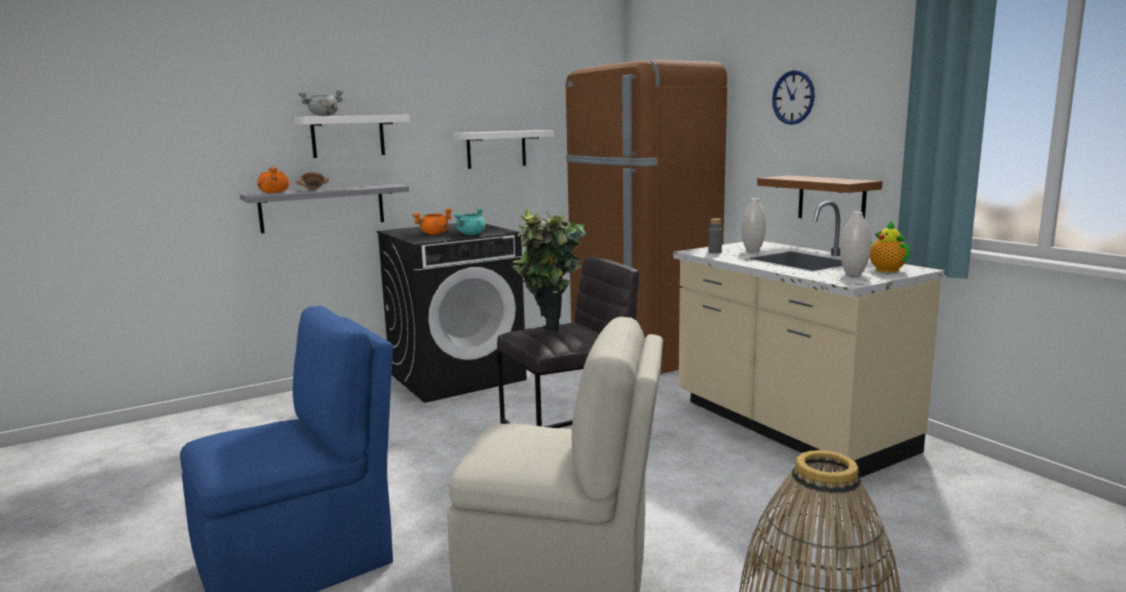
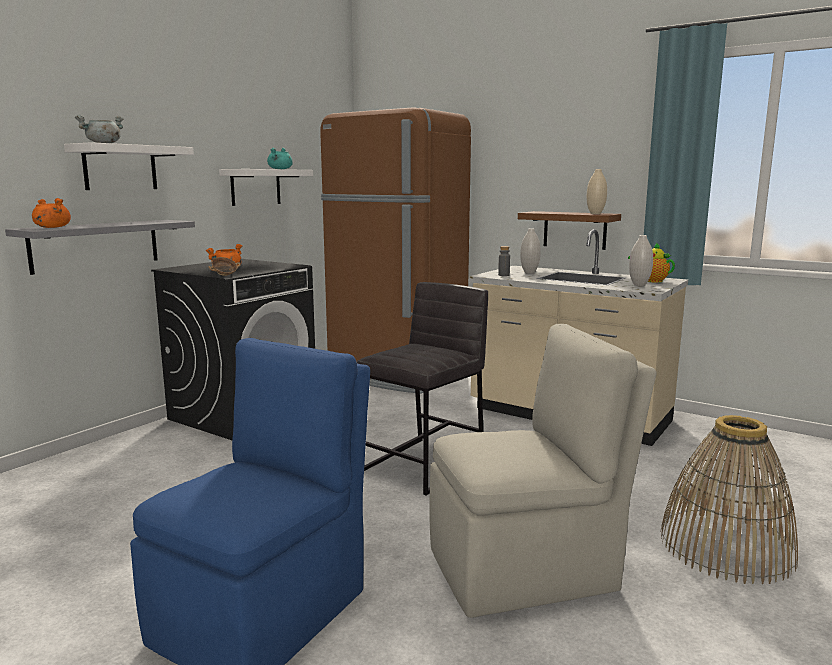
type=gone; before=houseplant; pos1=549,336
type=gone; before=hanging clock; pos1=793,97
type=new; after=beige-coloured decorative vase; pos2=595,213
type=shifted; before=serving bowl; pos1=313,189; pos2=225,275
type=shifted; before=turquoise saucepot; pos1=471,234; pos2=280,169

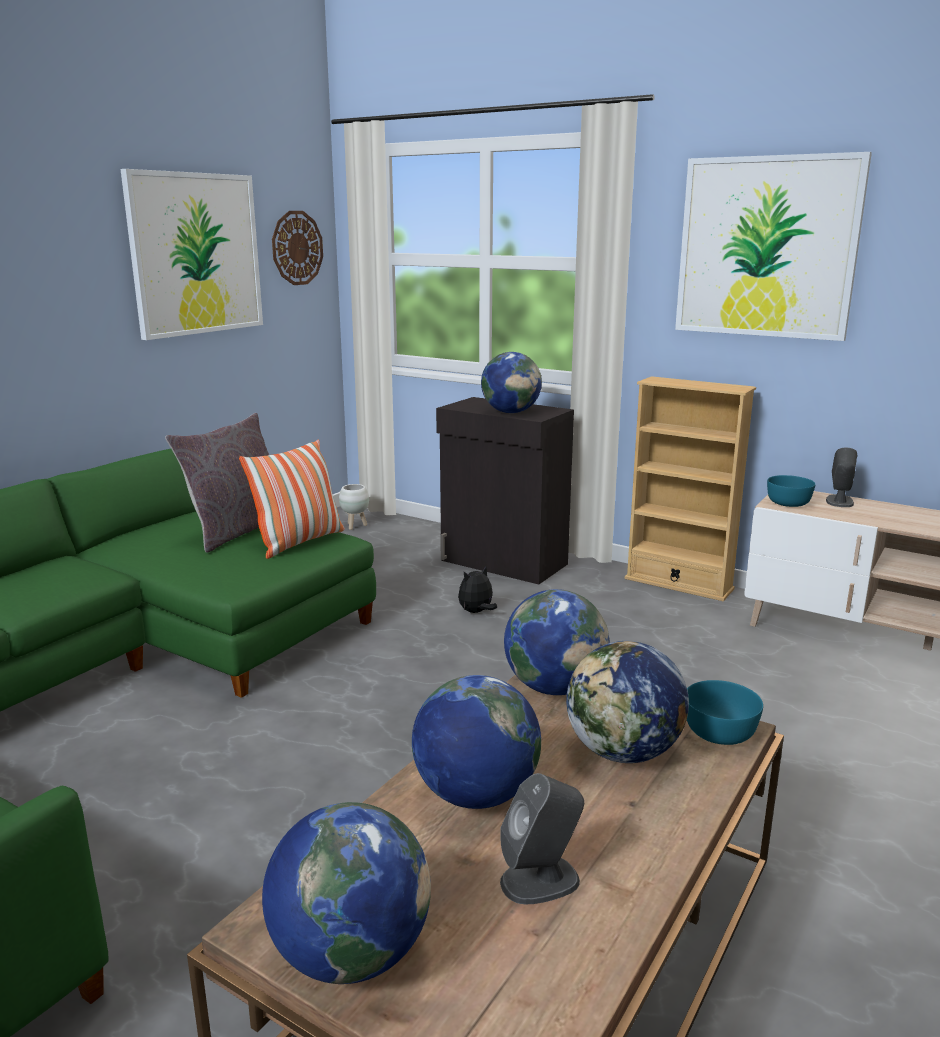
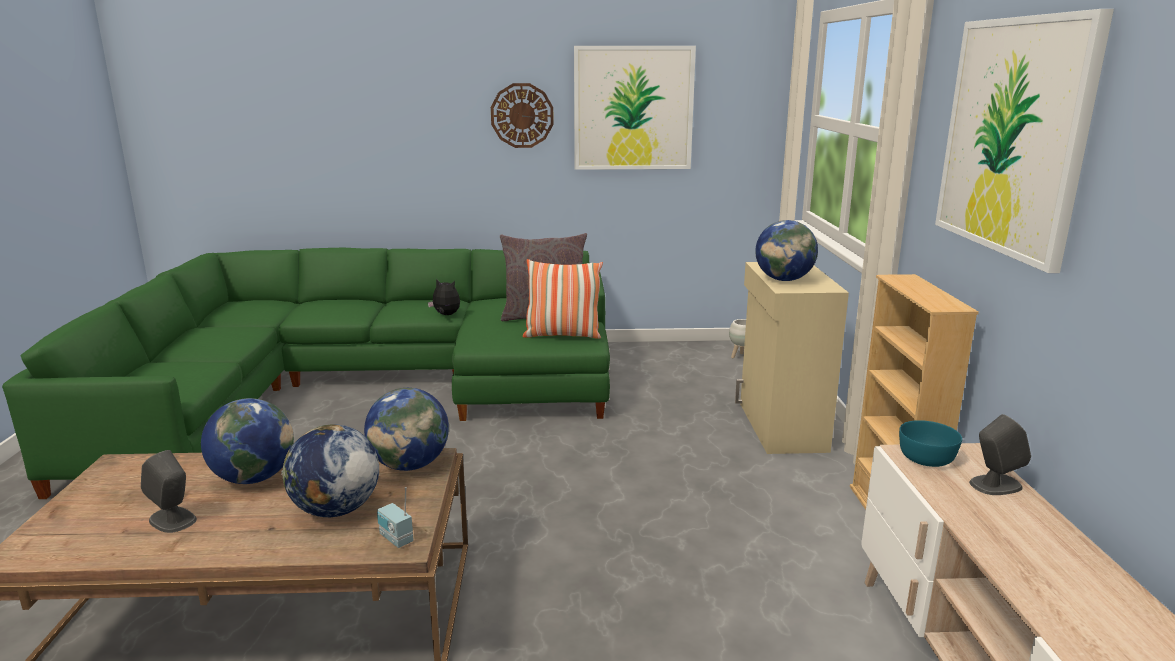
type=gone; before=world globe; pos1=351,954
type=shifted; before=hanging clock; pos1=297,248; pos2=522,115
type=shifted; before=plush toy; pos1=476,612; pos2=446,315
type=swapped; before=turquoise serving bowl; after=radio receiver; pos1=719,731; pos2=395,539
type=repainted; before=black cabinet; after=beige-coloured cabinet; pos1=503,563; pos2=780,427

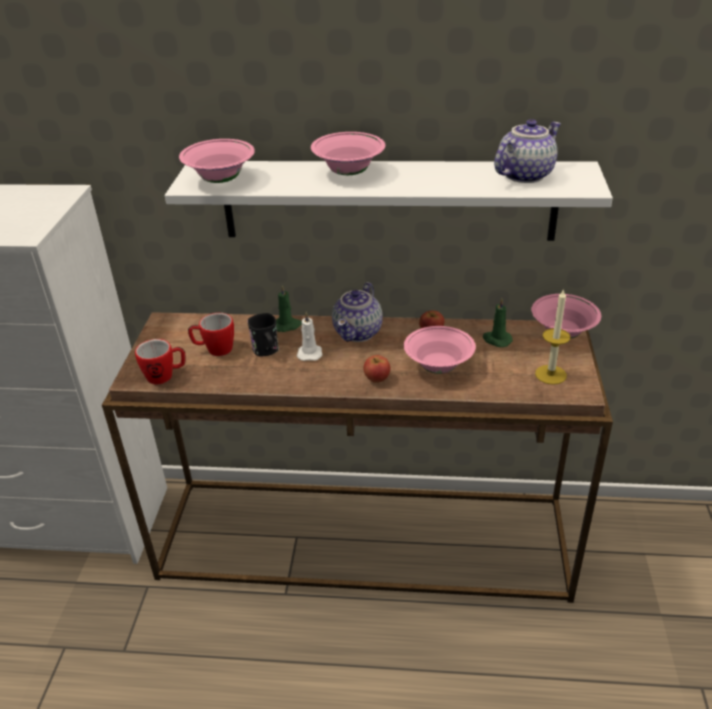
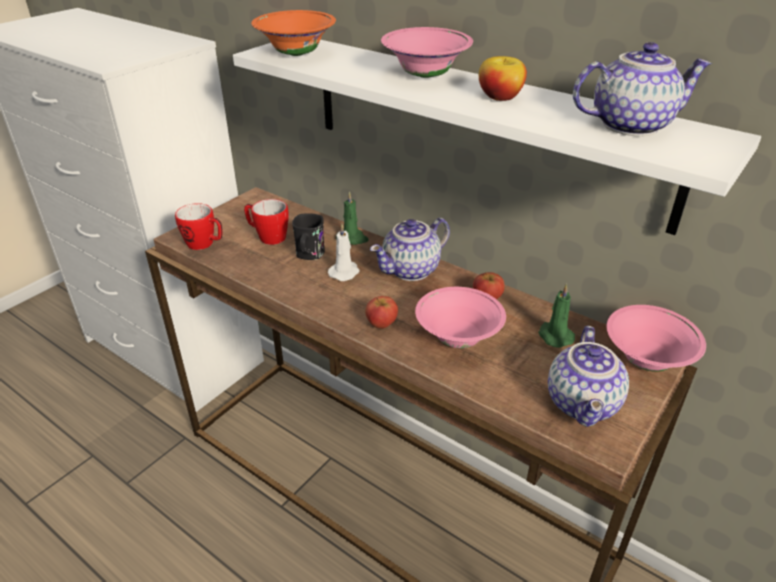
type=new; after=whole apple; pos2=500,97
type=swapped; before=wax light; after=tea pot; pos1=550,374; pos2=584,404
type=repainted; before=pinkish serving bowl; after=orange-coloured serving bowl; pos1=221,180; pos2=296,54

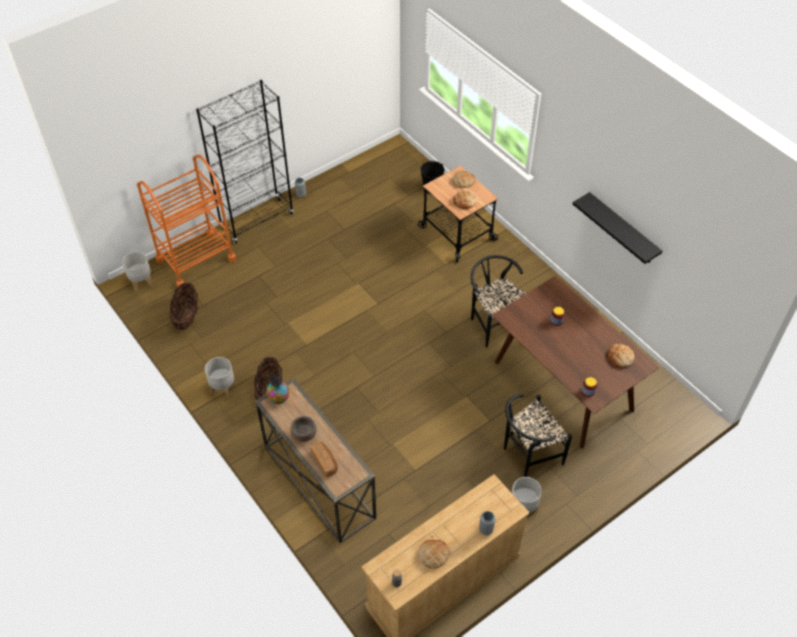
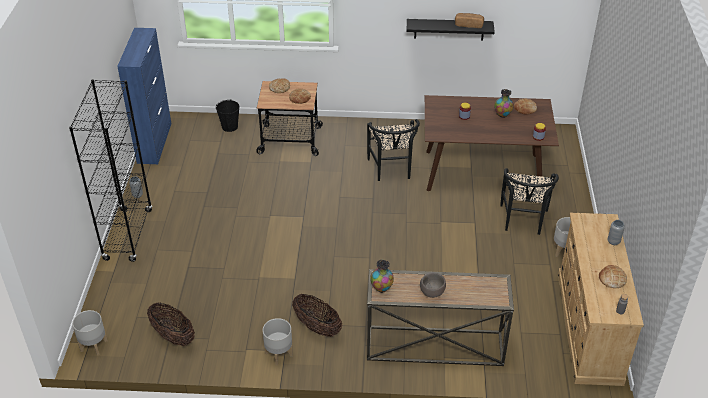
type=gone; before=orange-coloured wheeled cart; pos1=196,259
type=new; after=bluish cabinet; pos2=154,142
type=new; after=decorative vase; pos2=502,115
type=shifted; before=bakery bread; pos1=325,462; pos2=469,25
type=rotated; before=black chair; pos1=493,322; pos2=392,171; turn=-105

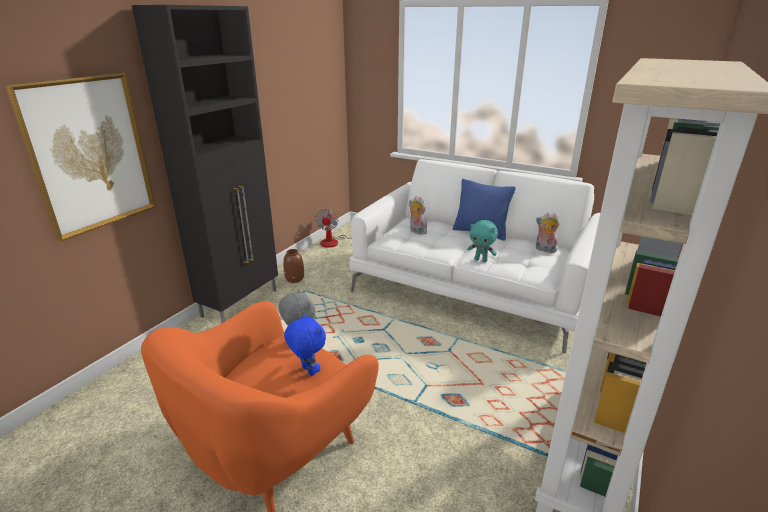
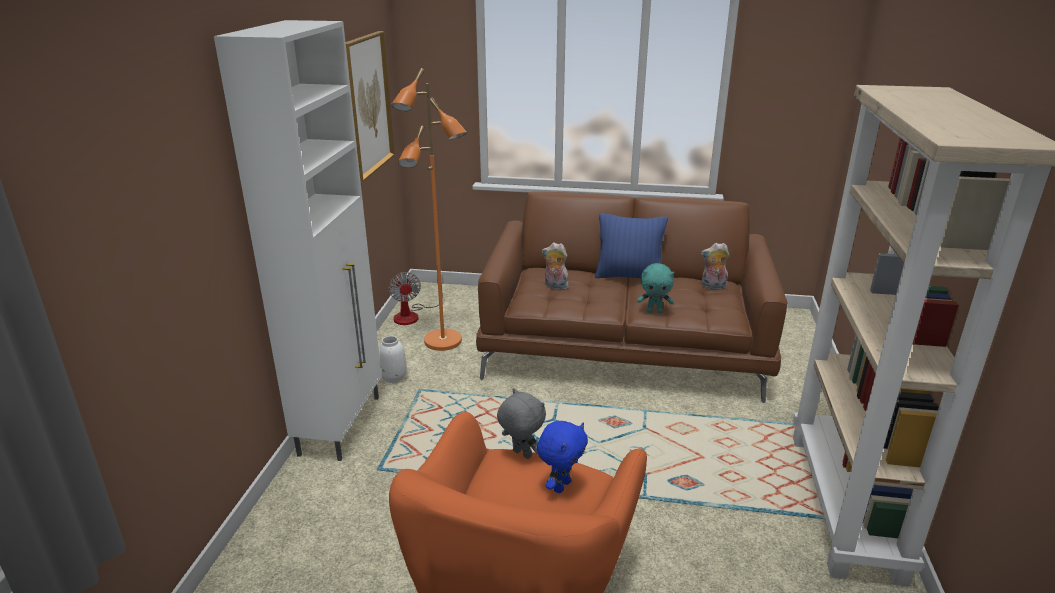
type=new; after=orange-coloured floor lamp; pos2=443,341
type=shifted; before=wall art; pos1=89,154; pos2=368,104
type=repainted; before=black cabinet; after=whitish cabinet; pos1=241,302; pos2=342,424
type=repainted; before=brown decorative vase; after=whitish decorative vase; pos1=295,279; pos2=393,377
type=repainted; before=whitish couch; after=brown couch; pos1=474,288; pos2=625,346
type=rotated; before=bluish plush toy; pos1=307,371; pos2=561,486; turn=90

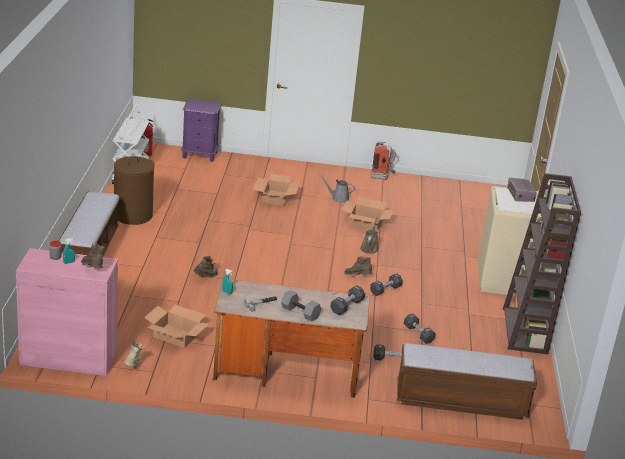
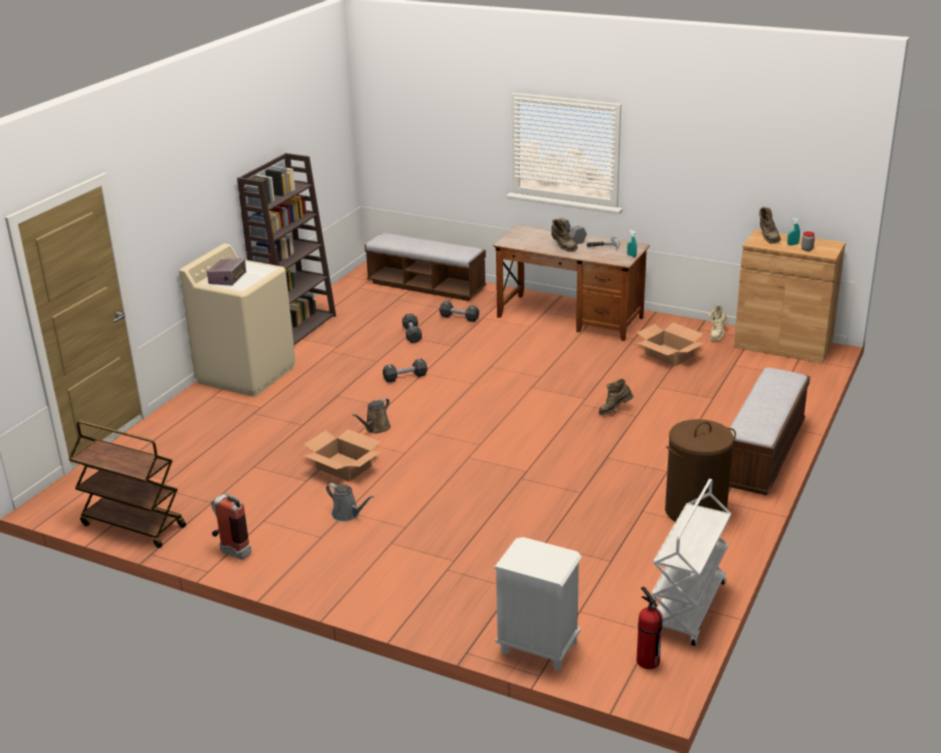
type=gone; before=packing box; pos1=276,198
type=gone; before=black free weight; pos1=347,306
type=new; after=brown wheeled cart; pos2=132,526
type=shifted; before=brown tall boot; pos1=358,277; pos2=563,247
type=repainted; before=pinkish cabinet; after=brown cabinet; pos1=68,358; pos2=782,346
type=repainted; before=purple-coloured bedside table; after=whitish bedside table; pos1=199,155; pos2=538,647

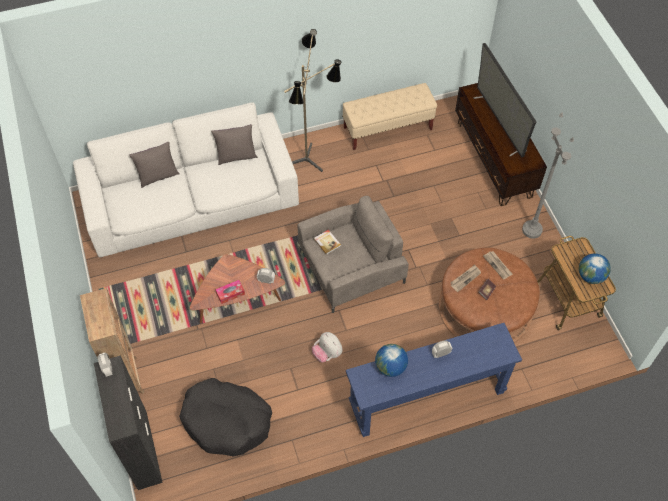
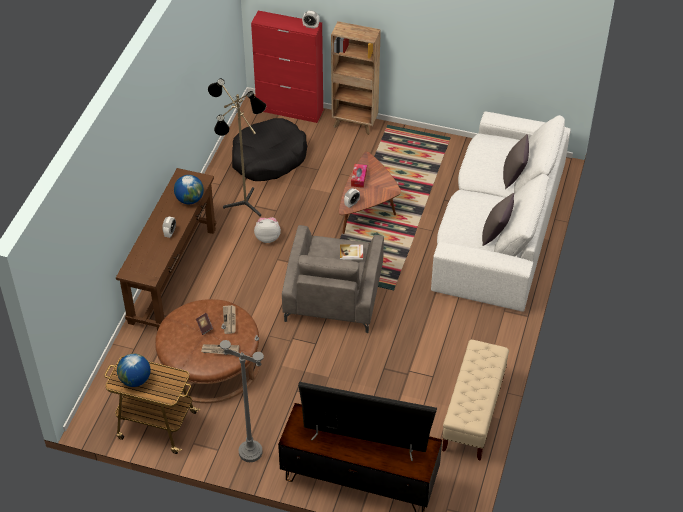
type=shifted; before=floor lamp; pos1=311,160; pos2=242,207
type=repainted; before=black cabinet; after=red cabinet; pos1=142,449; pos2=290,110
type=repainted; before=bluish hall table; after=brown hall table; pos1=427,397; pos2=173,275

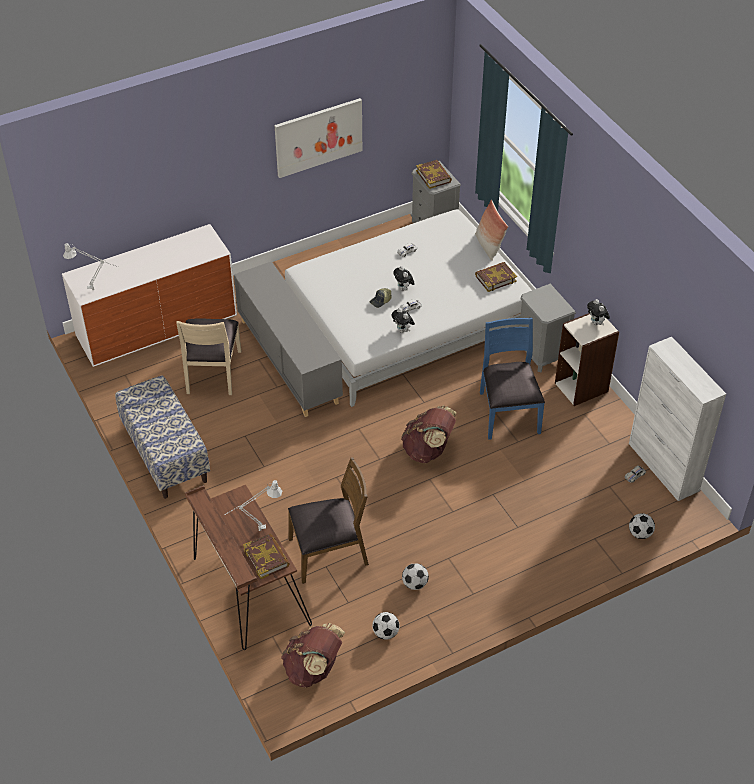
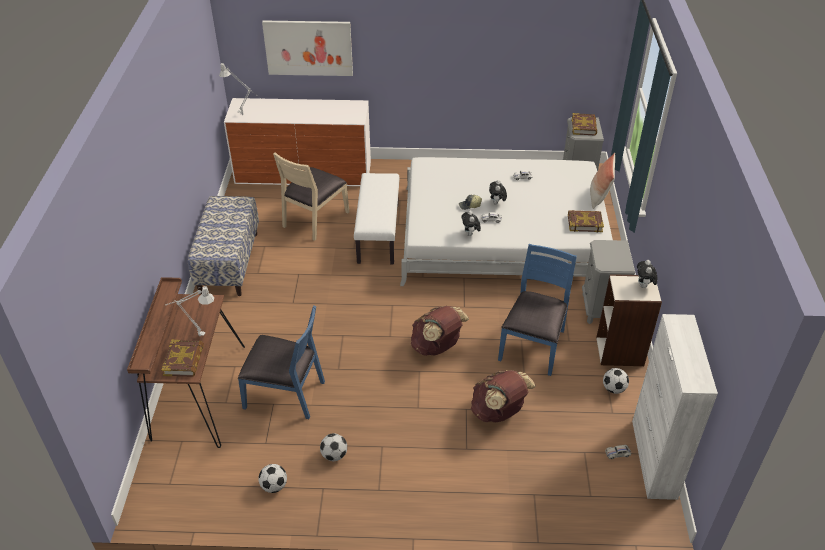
type=shifted; before=wall art; pos1=318,137; pos2=308,47
type=shifted; before=brown rucksack; pos1=313,669; pos2=498,412
type=shifted; before=football; pos1=640,533; pos2=613,389
type=swapped; before=gray cabinet; after=whitish bench; pos1=289,362; pos2=379,233
type=repainted; before=brown chair; after=bluish chair; pos1=329,552; pos2=285,393

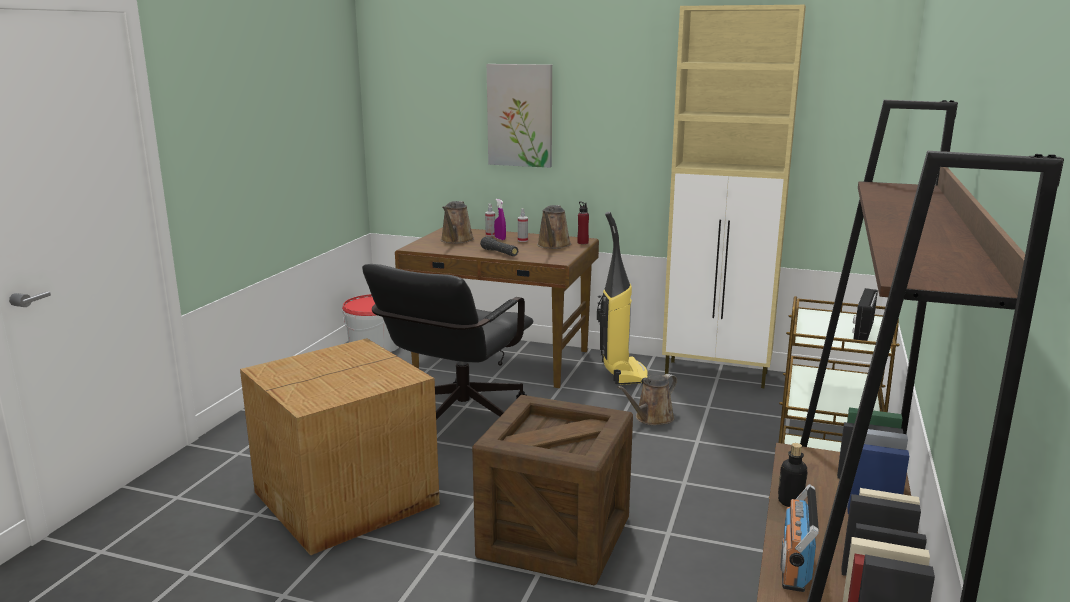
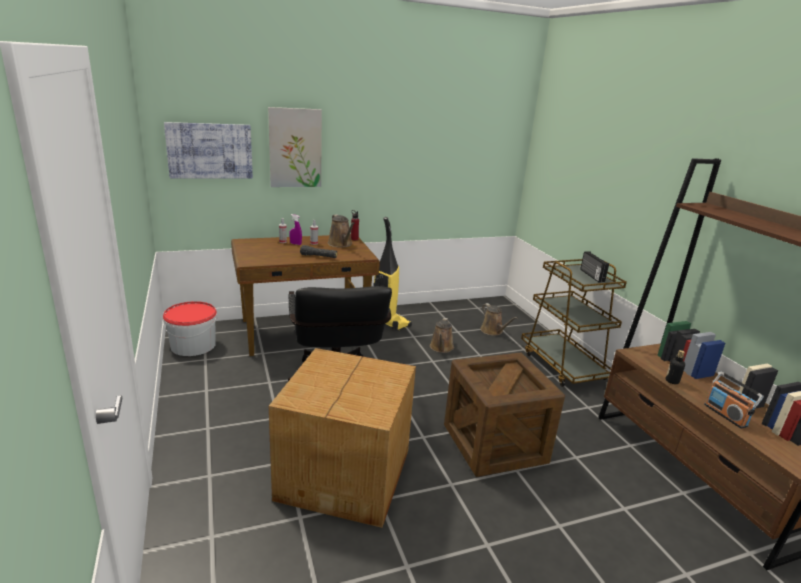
type=gone; before=beige-coloured cabinet; pos1=717,374
type=new; after=wall art; pos2=210,151
type=shifted; before=brown sprinkling can; pos1=456,240; pos2=493,331

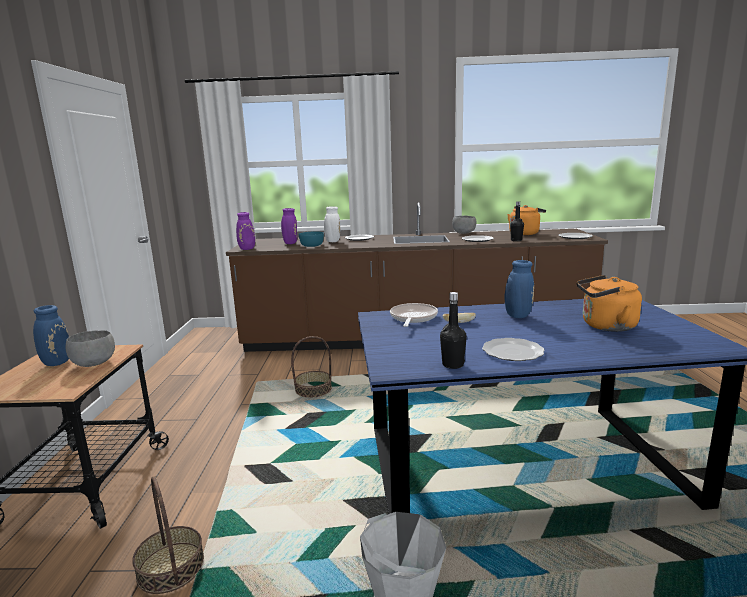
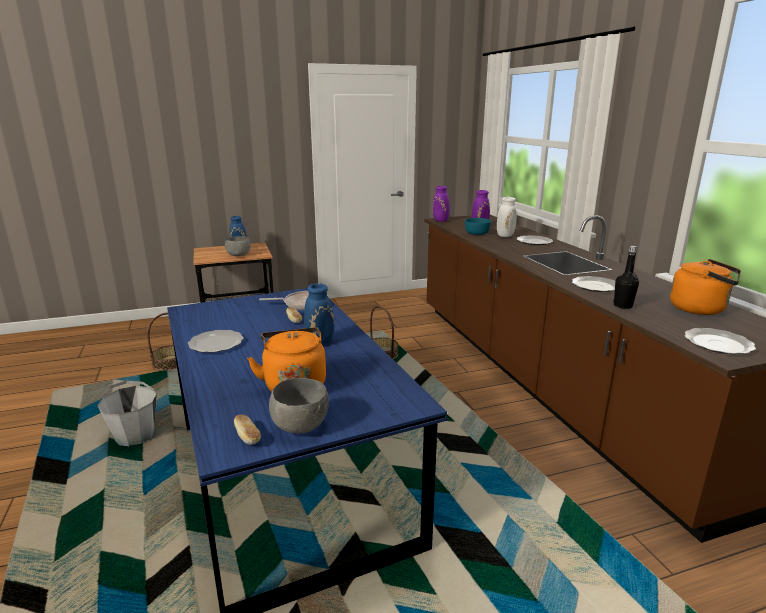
type=gone; before=black drink bottle; pos1=452,365
type=new; after=bakery bread; pos2=248,437
type=shifted; before=gray serving bowl; pos1=463,233; pos2=301,426

